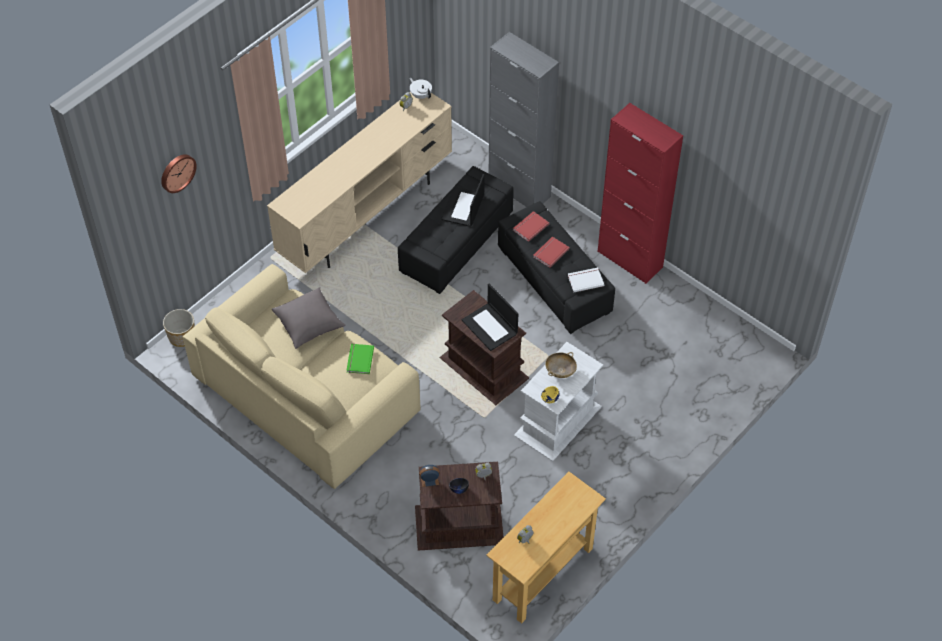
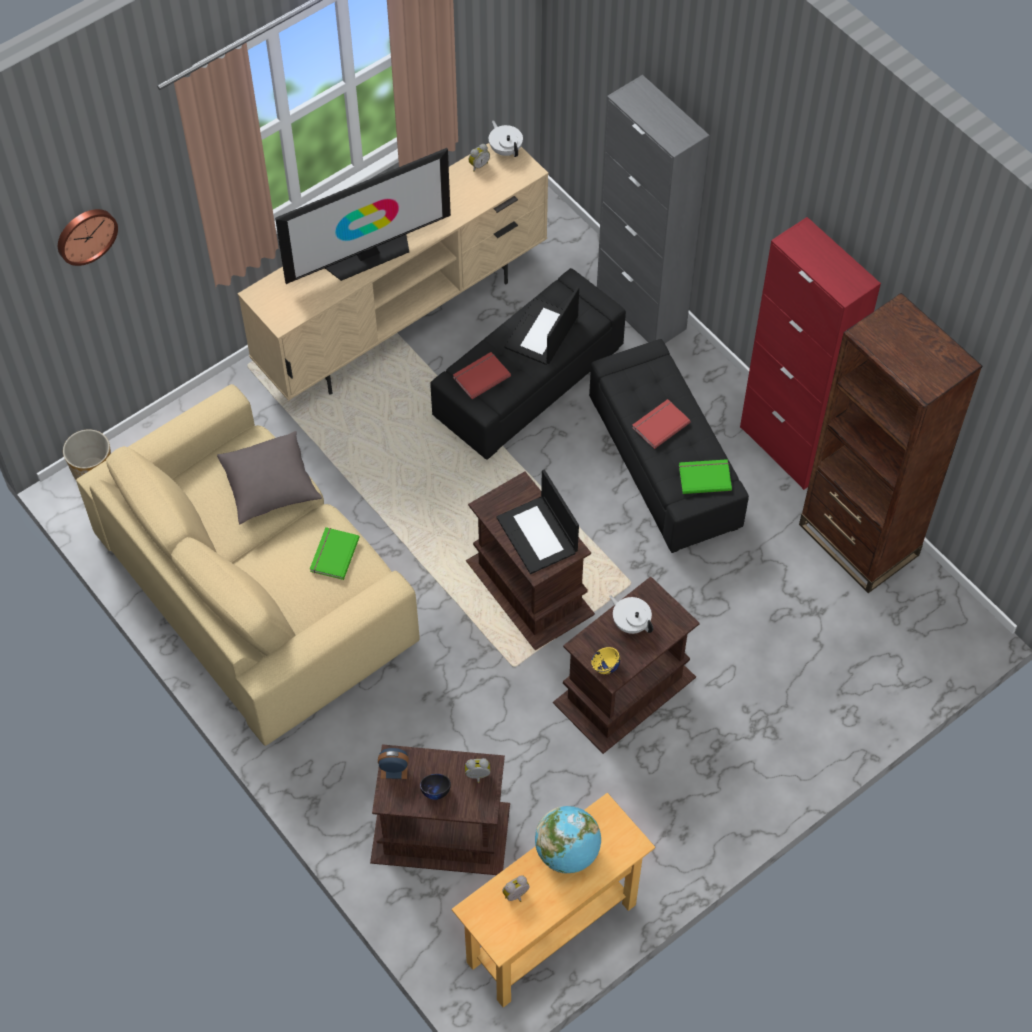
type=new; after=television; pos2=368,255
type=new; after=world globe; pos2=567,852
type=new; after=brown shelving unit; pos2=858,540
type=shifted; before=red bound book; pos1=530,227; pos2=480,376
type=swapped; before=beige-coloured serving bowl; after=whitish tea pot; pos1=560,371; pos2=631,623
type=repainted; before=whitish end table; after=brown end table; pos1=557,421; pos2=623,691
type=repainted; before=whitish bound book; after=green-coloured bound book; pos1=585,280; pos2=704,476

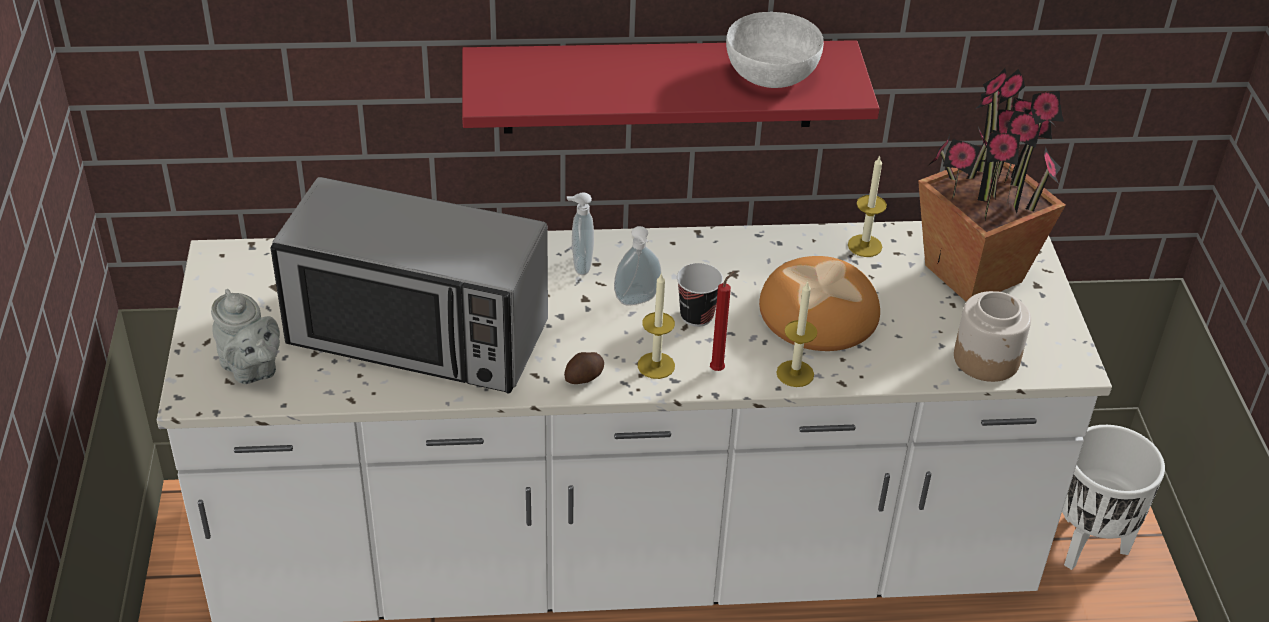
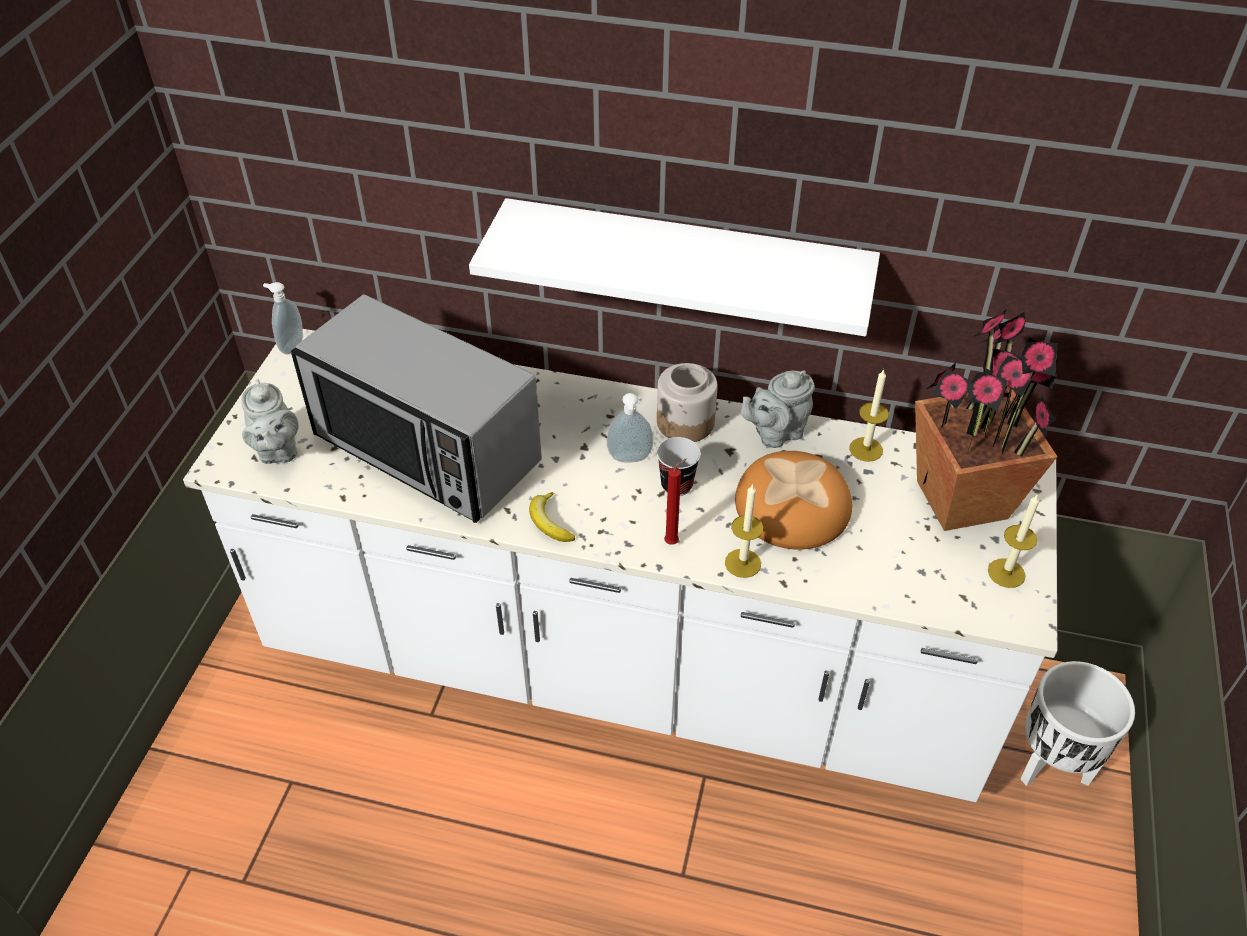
type=gone; before=whitish serving bowl; pos1=772,75
type=new; after=gray tea pot; pos2=775,433
type=shifted; before=soap dispenser; pos1=580,265; pos2=290,345
type=shifted; before=wax light; pos1=656,365; pos2=1006,573
type=shifted; before=storage jar; pos1=987,358; pos2=686,422
type=swapped; before=potato; after=banana; pos1=585,377; pos2=549,522
type=repainted; before=red shelf; after=whitish shelf; pos1=659,86; pos2=685,264

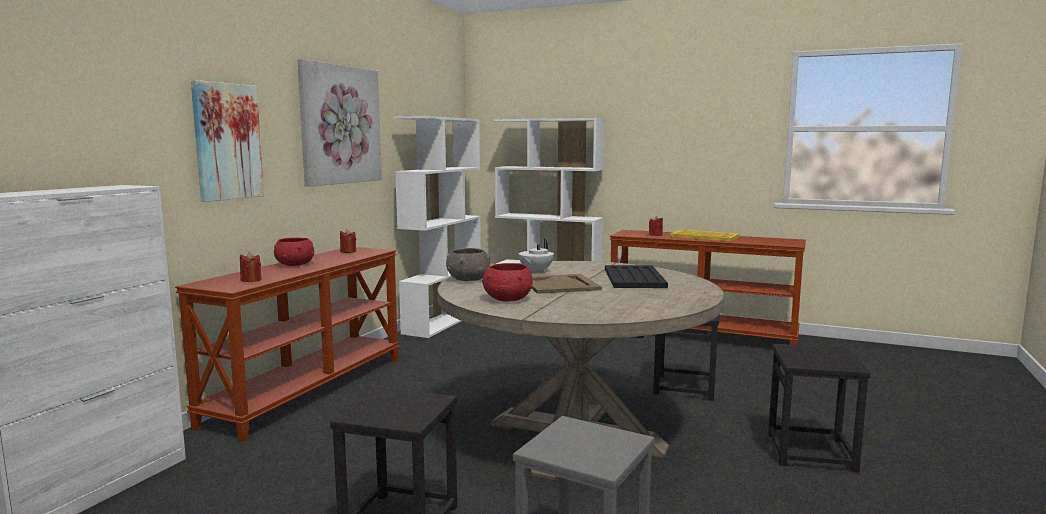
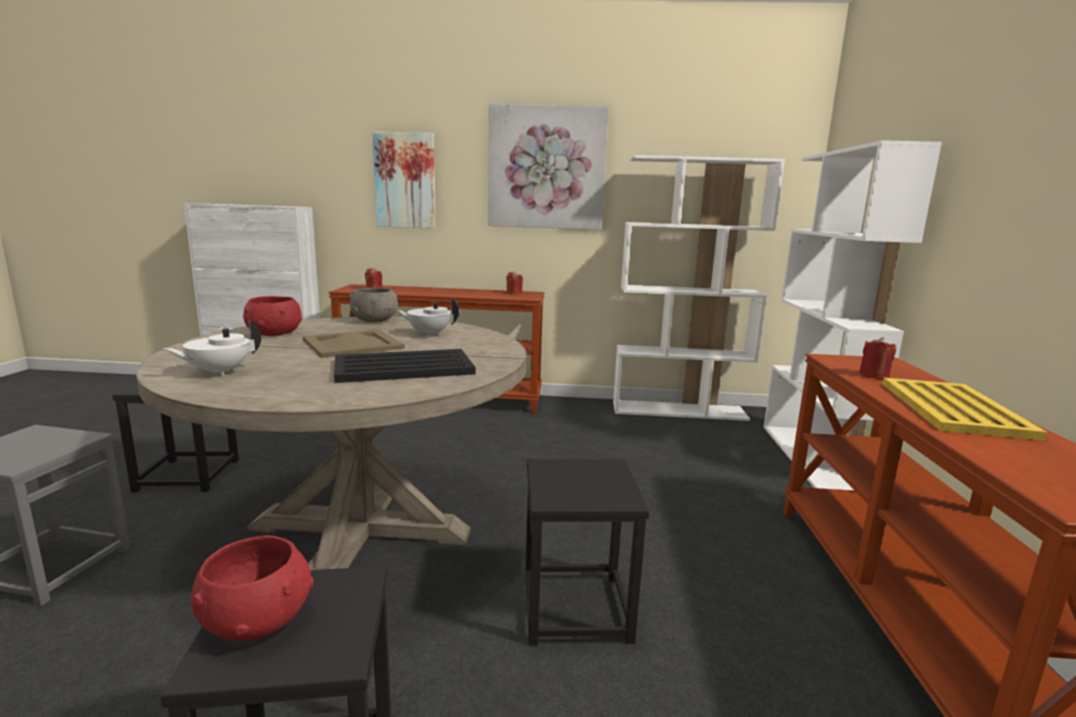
type=new; after=whitish tea pot; pos2=219,372
type=shifted; before=red serving bowl; pos1=294,264; pos2=257,619

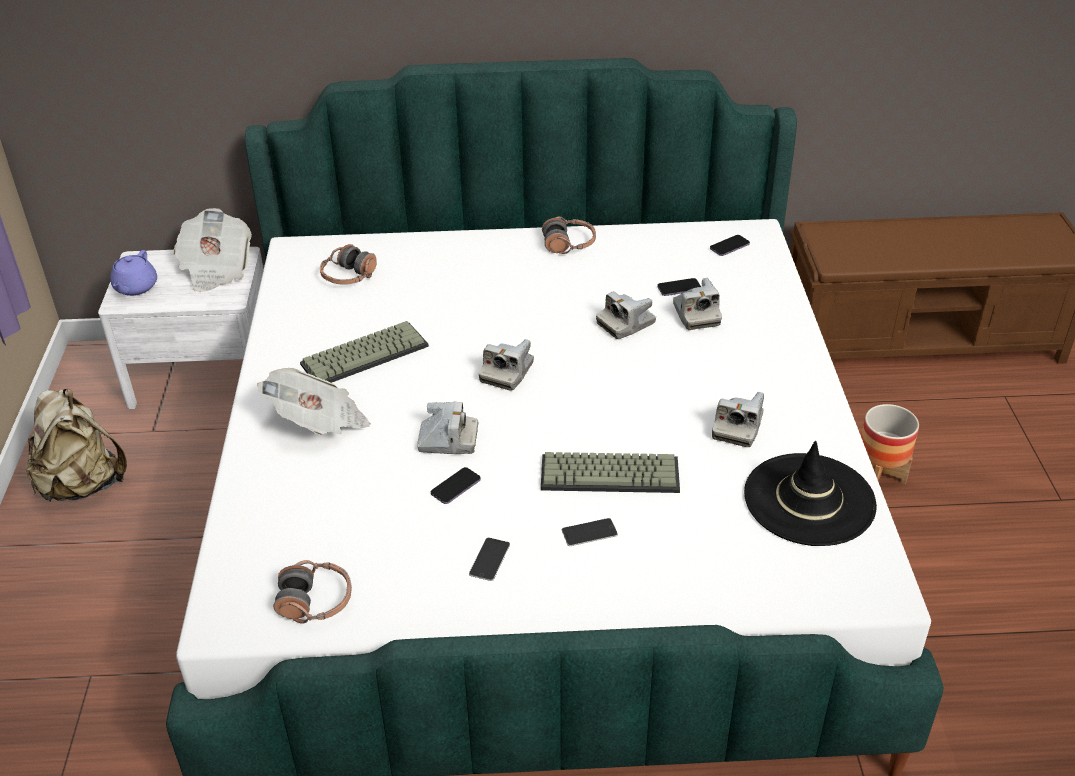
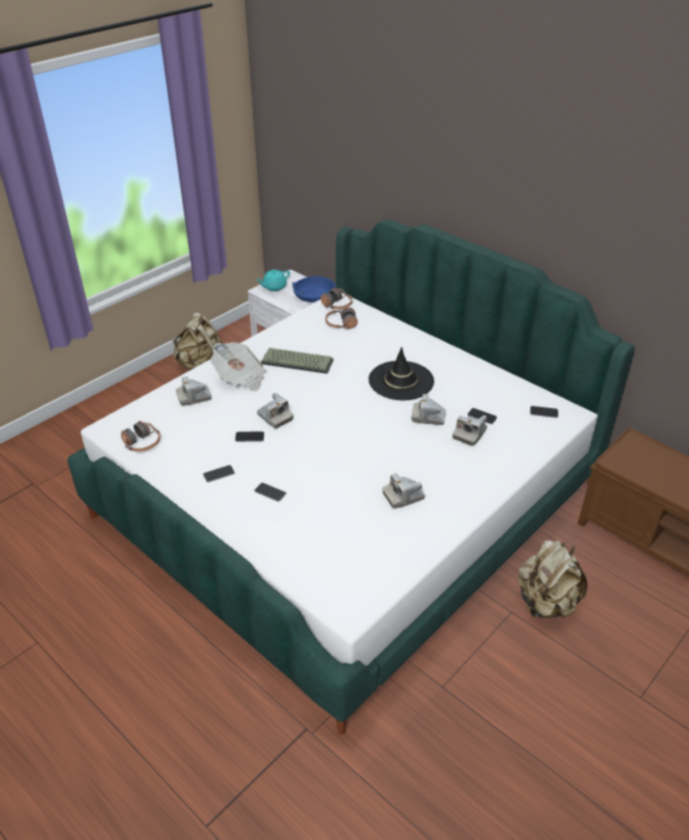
type=gone; before=PC keyboard; pos1=611,473
type=shifted; before=photo camera; pos1=507,372; pos2=194,397
type=shifted; before=headphones; pos1=569,244; pos2=337,305
type=shifted; before=black wearable hat; pos1=809,500; pos2=401,381
type=swapped; before=daily paper; after=bluish serving bowl; pos1=216,269; pos2=314,295
type=swapped; before=planter; after=beige-coloured rucksack; pos1=879,474; pos2=546,603
type=repainted; before=purple-coloured tea pot; after=turquoise tea pot; pos1=135,288; pos2=274,287

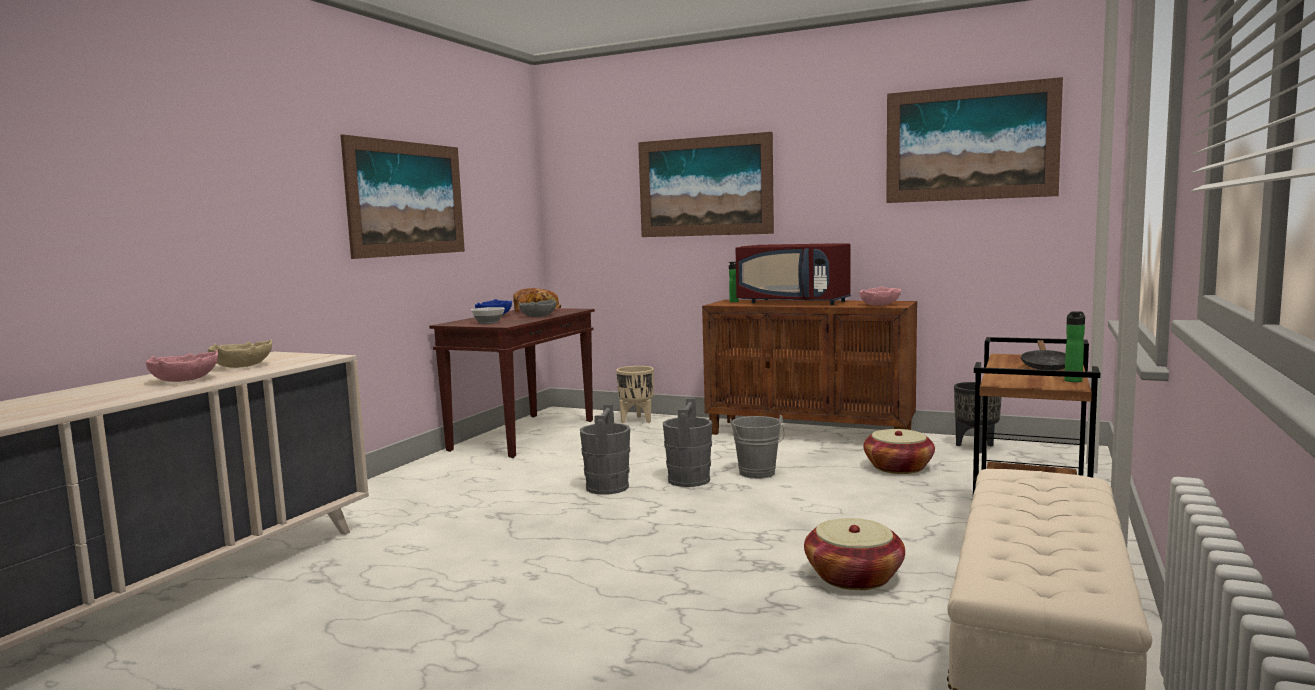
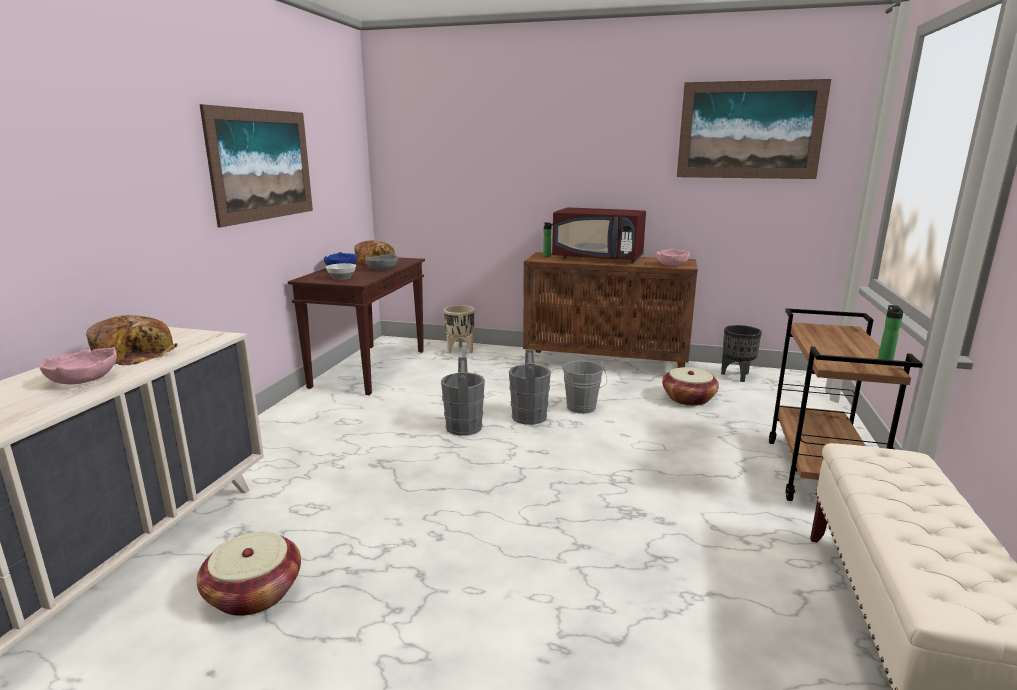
type=gone; before=wall art; pos1=704,186
type=gone; before=black skillet; pos1=1045,366
type=shifted; before=basket; pos1=853,577; pos2=254,593
type=swapped; before=beige-coloured serving bowl; after=bakery bread; pos1=241,366; pos2=135,354

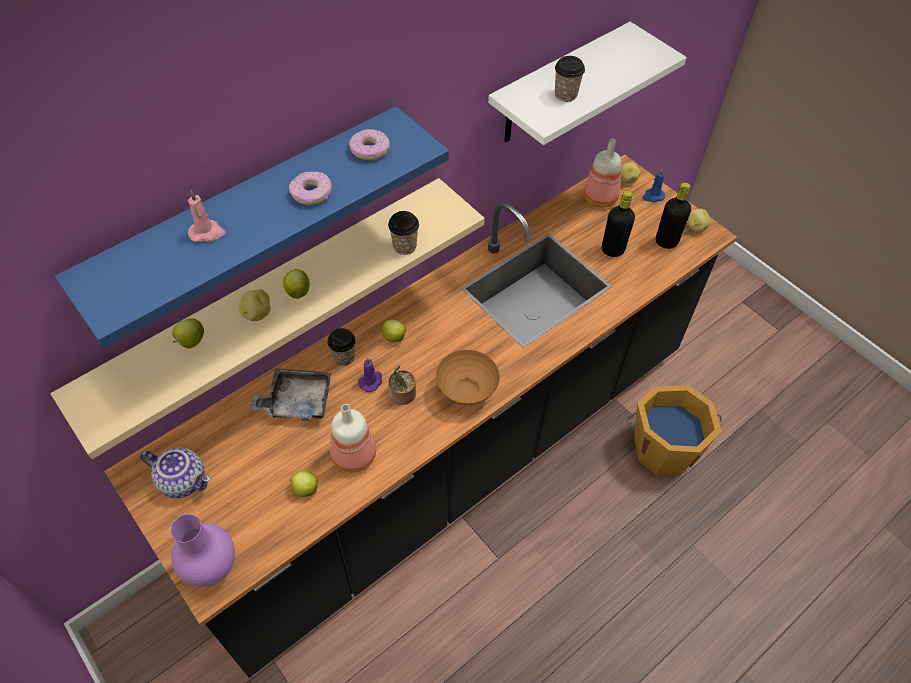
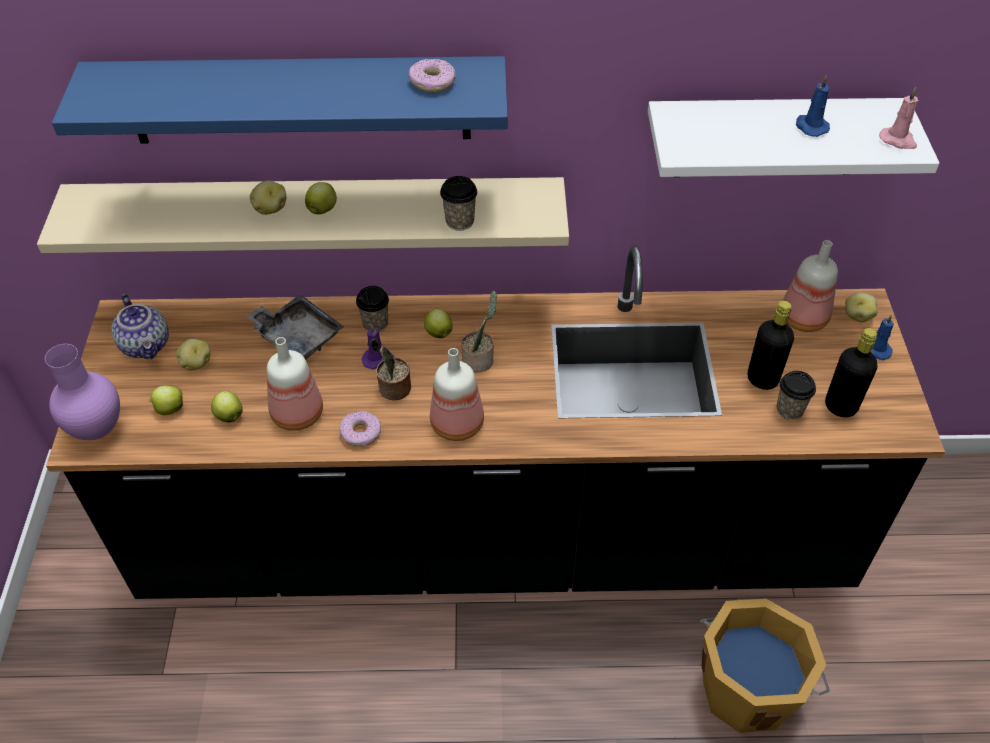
type=new; after=houseplant; pos2=480,359
type=new; after=bluish wax light; pos2=810,126
type=shifted; before=whole apple; pos1=191,342; pos2=169,409
type=shifted; before=pinkish wax light; pos1=207,233; pos2=898,140
type=shifted; before=donut; pos1=312,193; pos2=361,433
type=shifted; before=small cup; pos1=565,95; pos2=789,410
type=shifted; before=potato; pos1=695,227; pos2=196,363
type=swapped; before=brown serving bowl; after=drink bottle; pos1=465,391; pos2=456,423

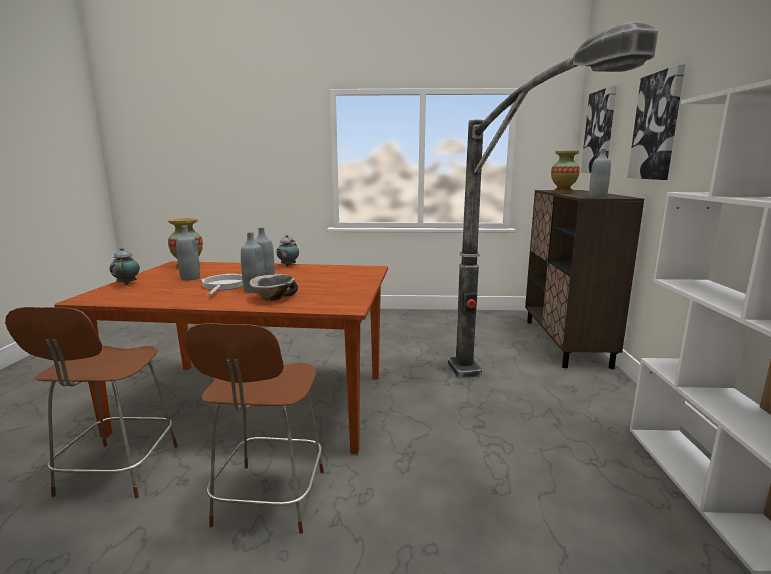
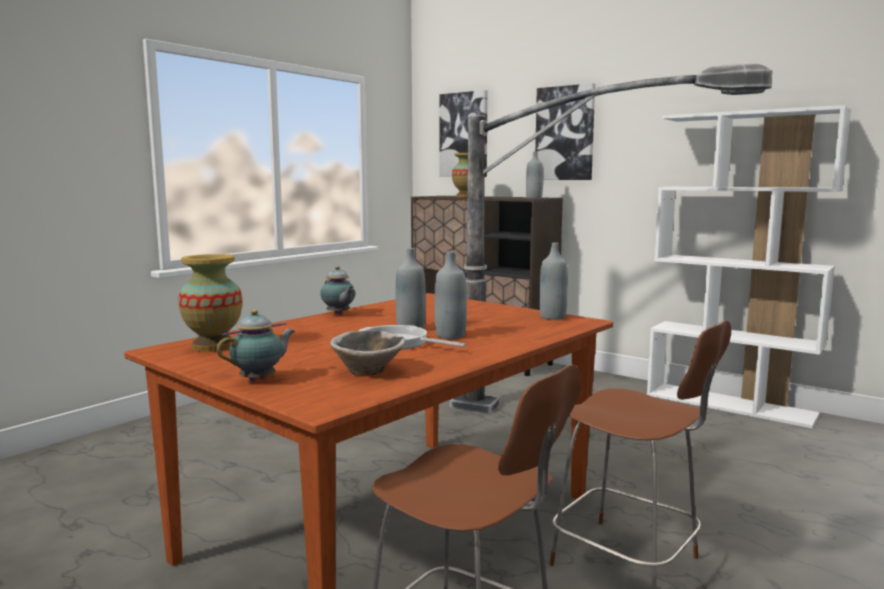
type=shifted; before=gray drink bottle; pos1=190,278; pos2=552,317
type=shifted; before=serving bowl; pos1=273,298; pos2=368,371
type=rotated; before=tea pot; pos1=127,283; pos2=260,380; turn=120

